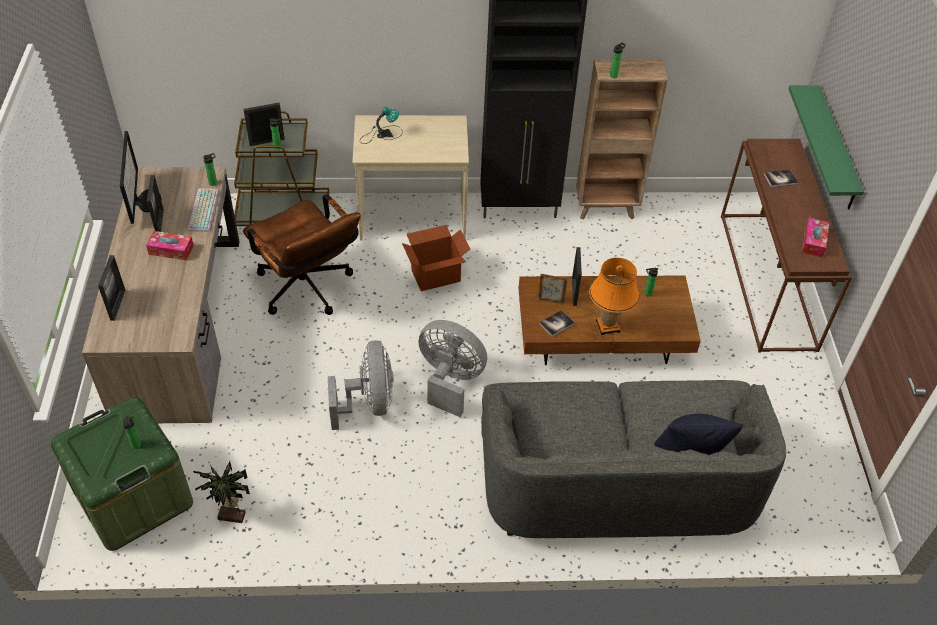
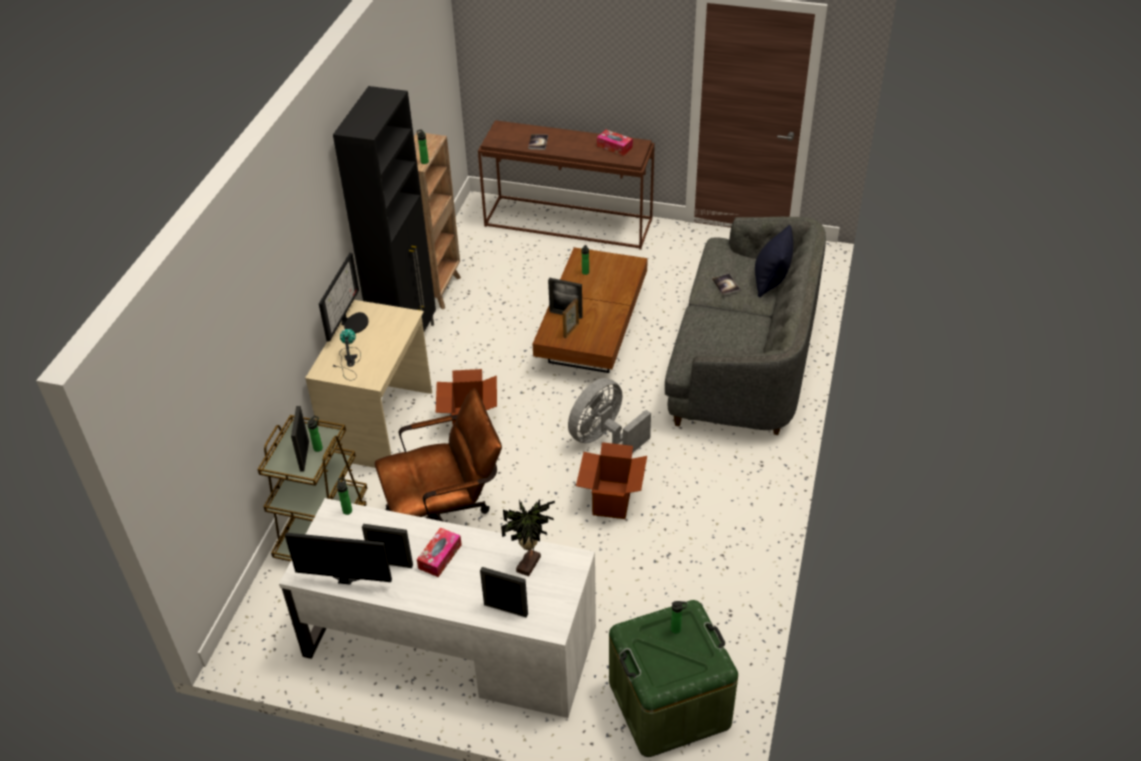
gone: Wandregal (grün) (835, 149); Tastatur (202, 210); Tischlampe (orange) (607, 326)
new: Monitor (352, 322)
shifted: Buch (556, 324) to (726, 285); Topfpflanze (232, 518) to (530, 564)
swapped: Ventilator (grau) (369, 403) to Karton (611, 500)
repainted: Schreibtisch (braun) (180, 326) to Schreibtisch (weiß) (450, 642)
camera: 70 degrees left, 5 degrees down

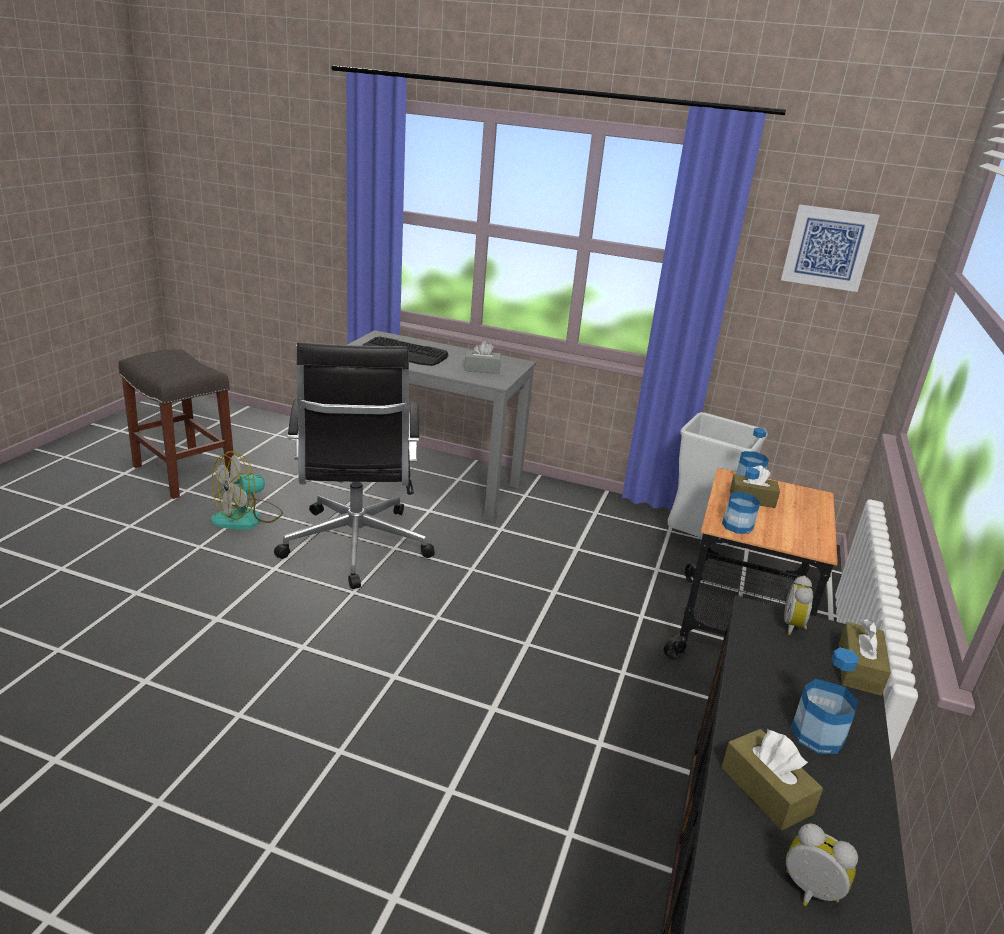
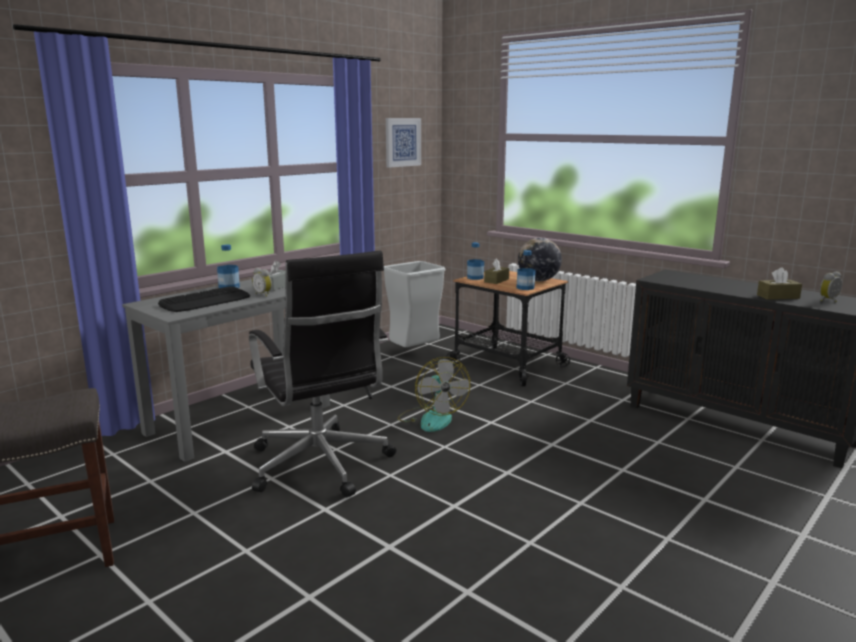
gone: Taschentuchbox (braun) (859, 669)
new: Globus (538, 280)
shifted: Ventilator (247, 518) to (432, 418); Wecker (794, 626) to (263, 294); Flasche (817, 735) to (229, 287)
rotated: Bürostuhl (schwarz) (355, 547) = (321, 465) 45 degrees clockwise
camera: 65 degrees left, 10 degrees down

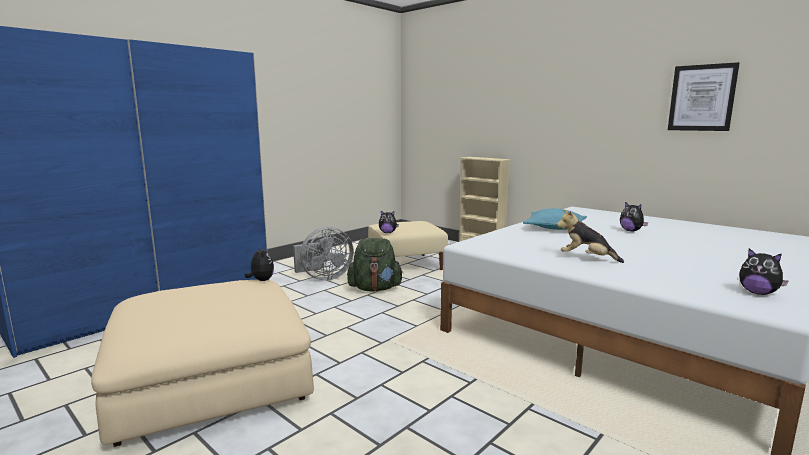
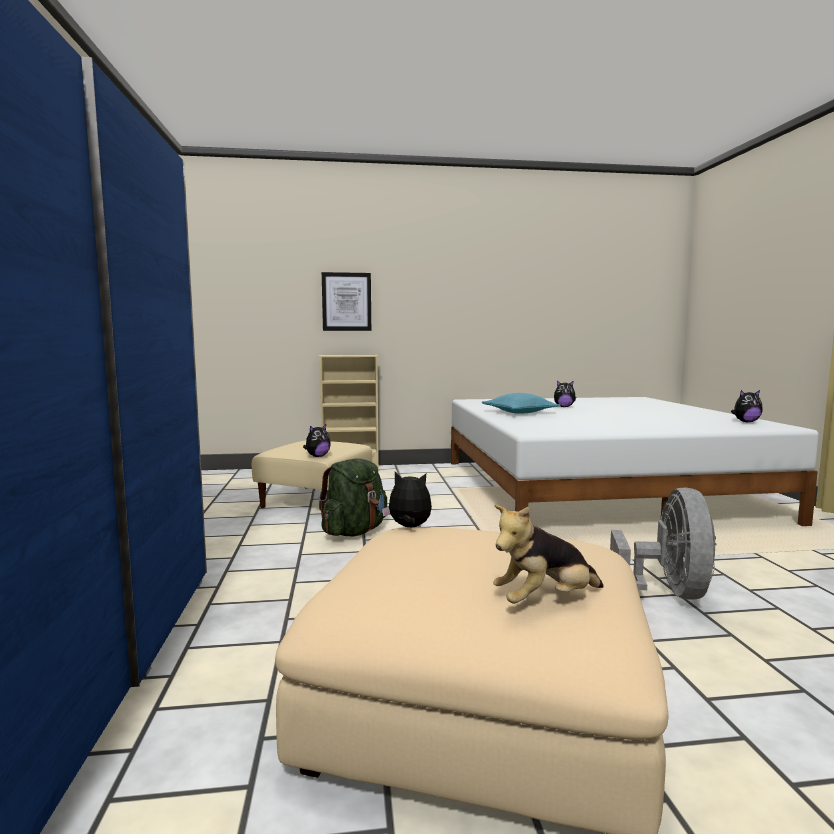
shifted: Bild (702, 98) to (346, 302); Plüschtier (586, 258) to (545, 601); Ventilator (grau) (324, 277) to (667, 594)
camera: 50 degrees left, 5 degrees down

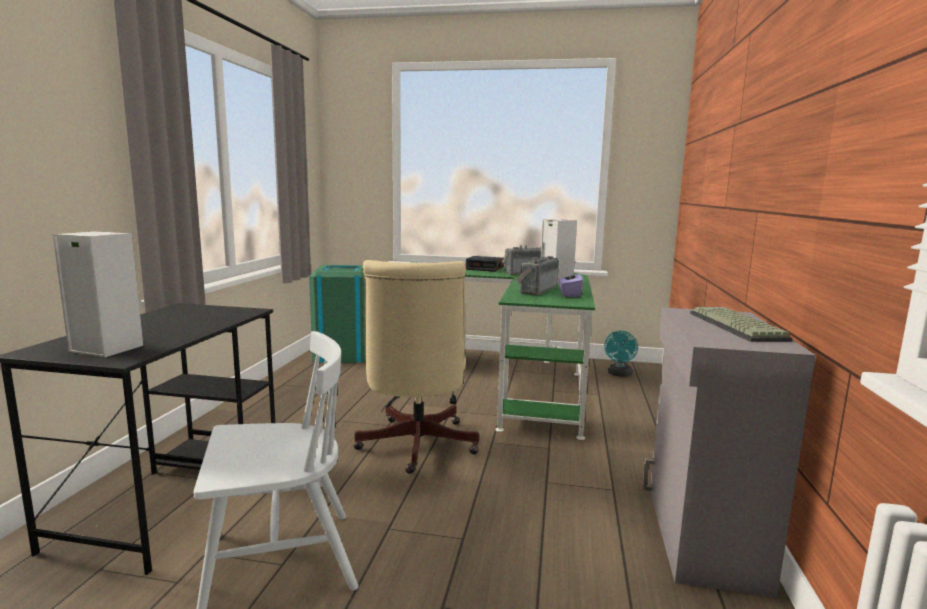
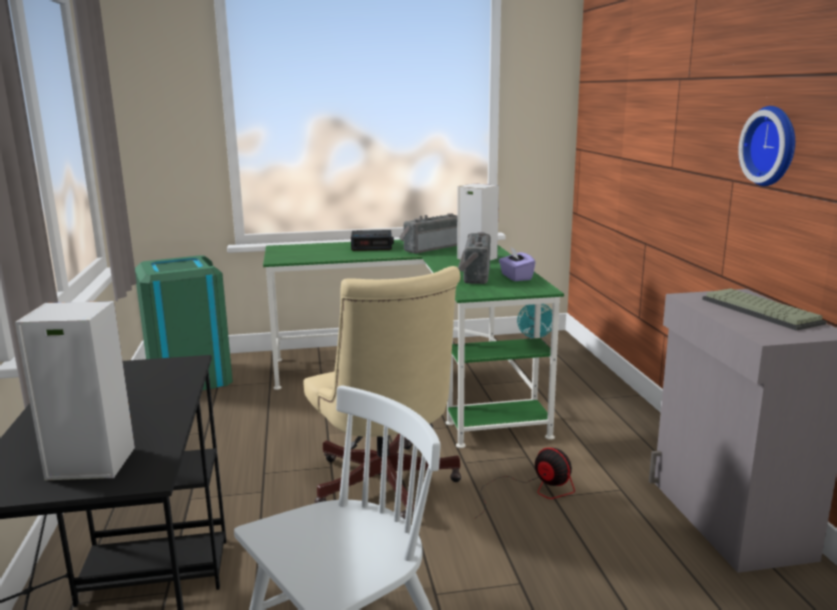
new: Wanduhr (773, 146); Ventilator (531, 491)
camera: 20 degrees left, 5 degrees up

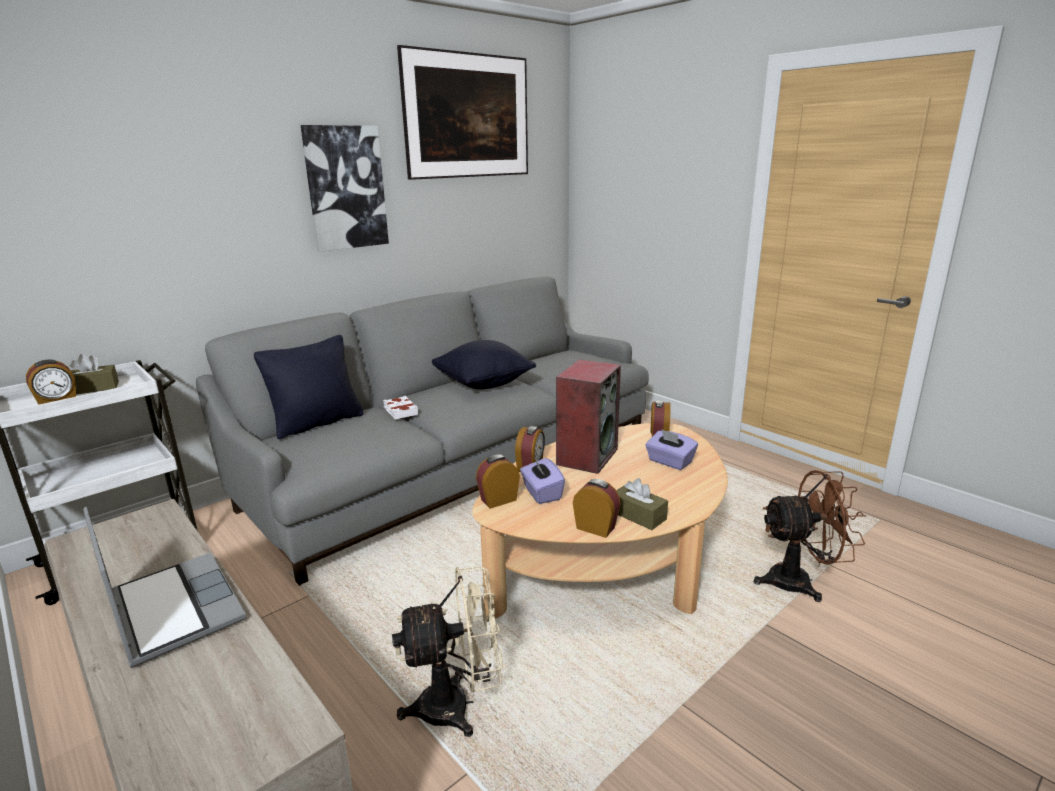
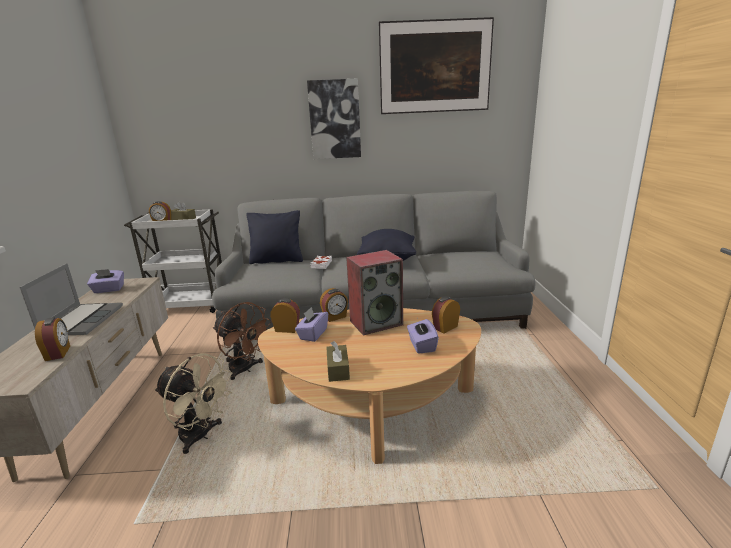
new: Taschentuchbox (lila) (109, 289)
shifted: Ventilator (braun) (800, 581) to (245, 369); Wecker (596, 527) to (58, 353)
camera: 40 degrees right, 0 degrees up

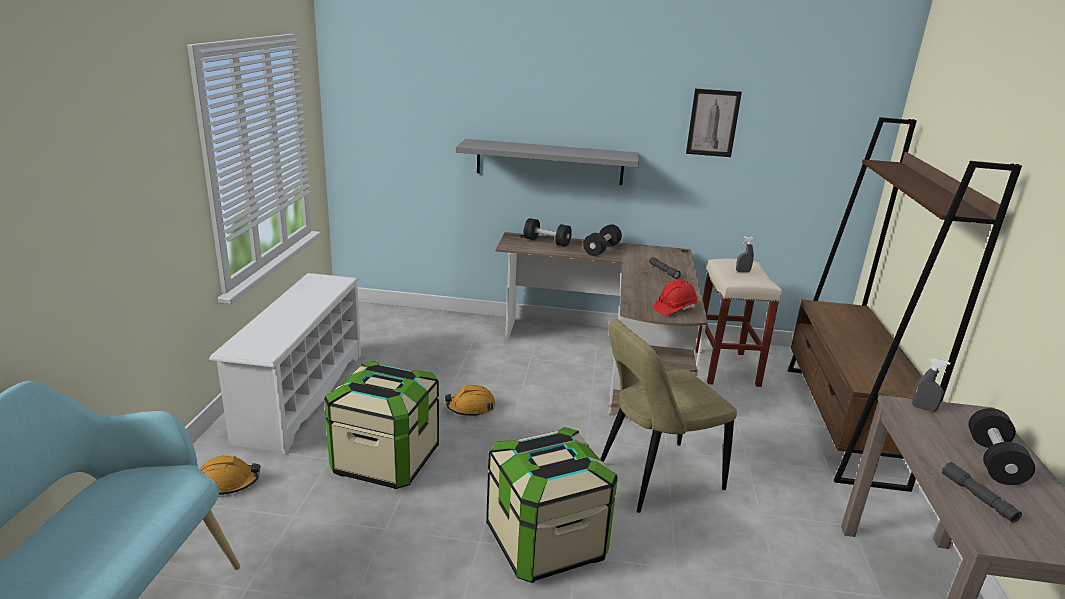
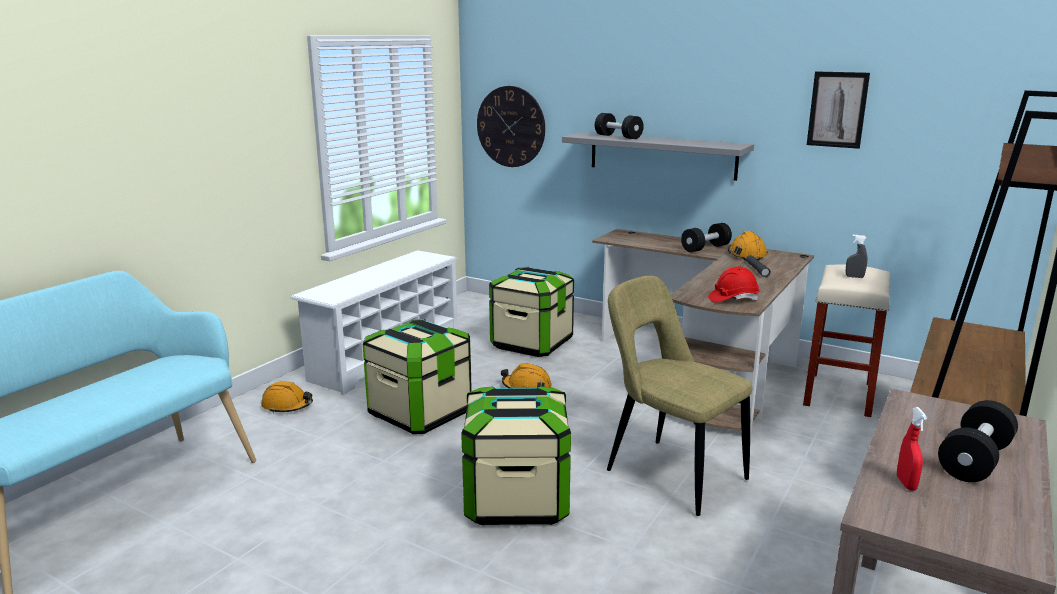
gone: Sprühflasche (grau) (923, 408)
new: Wanduhr (511, 126); Schutzhelm (orange) (746, 255); Aufbewahrungsbox (532, 343)
shifted: Hantel (schwarz) (546, 242) to (618, 137)
swapped: Taschenlampe (grau) (978, 497) to Sprühflasche (rot) (906, 483)
rotated: Stuhl (beige) (654, 478) = (670, 473) 45 degrees clockwise
camera: 25 degrees right, 5 degrees down

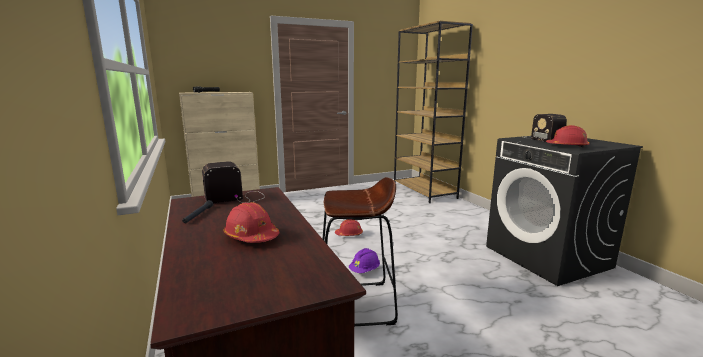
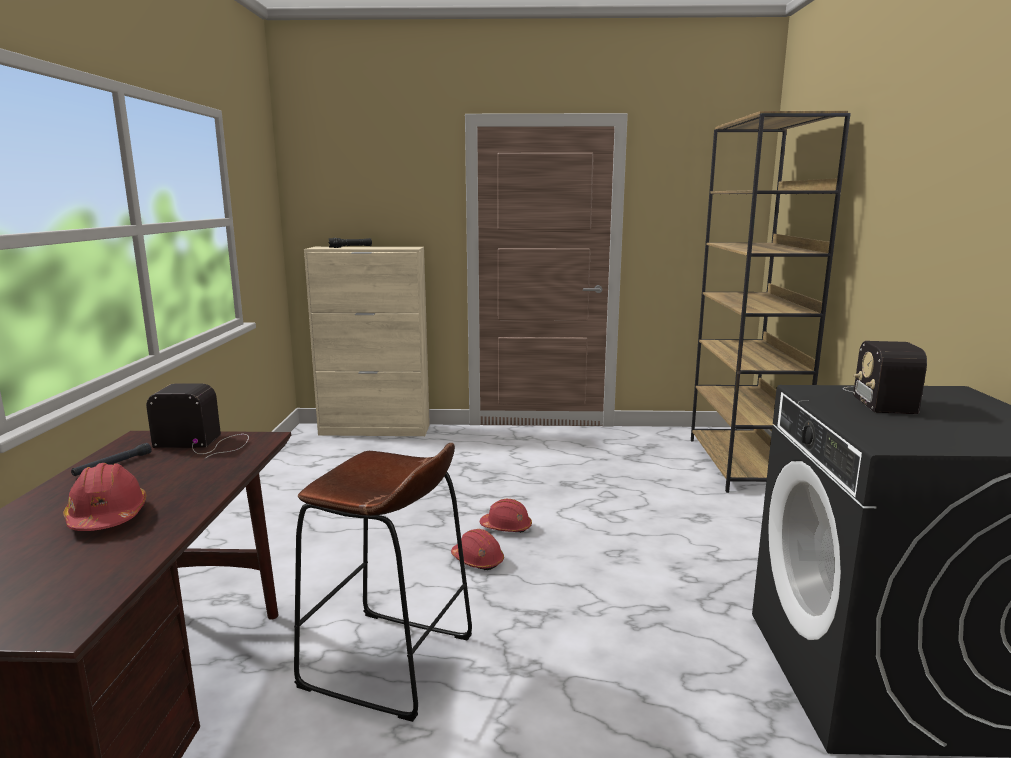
gone: Schutzhelm (lila) (364, 271)
shifted: Schutzhelm (rot) (567, 146) to (477, 560)
camera: 25 degrees right, 0 degrees up

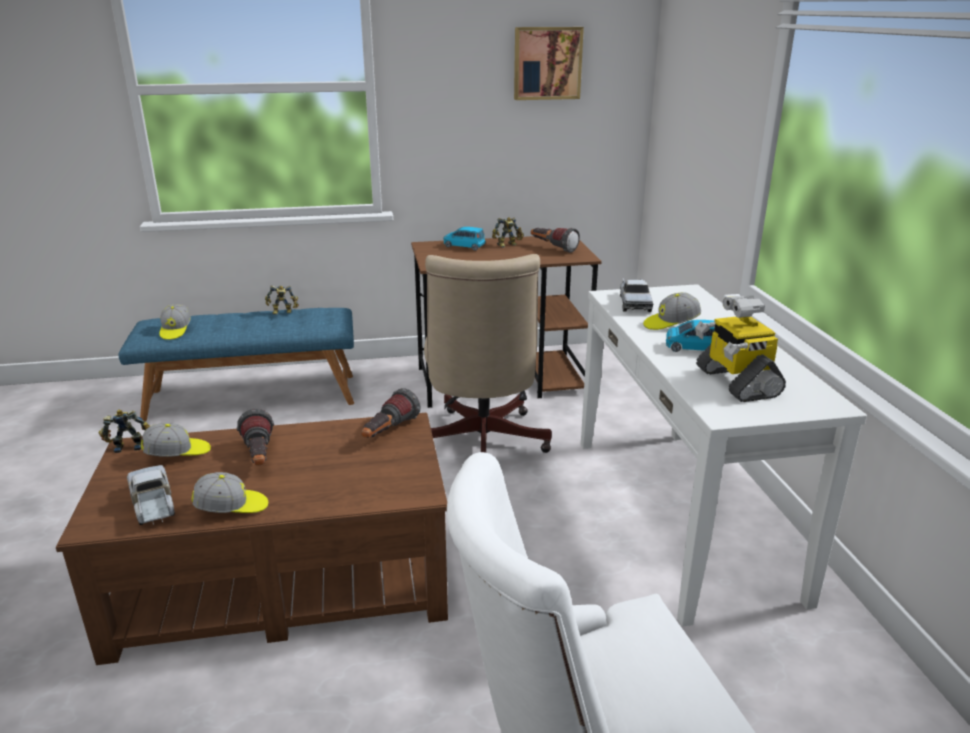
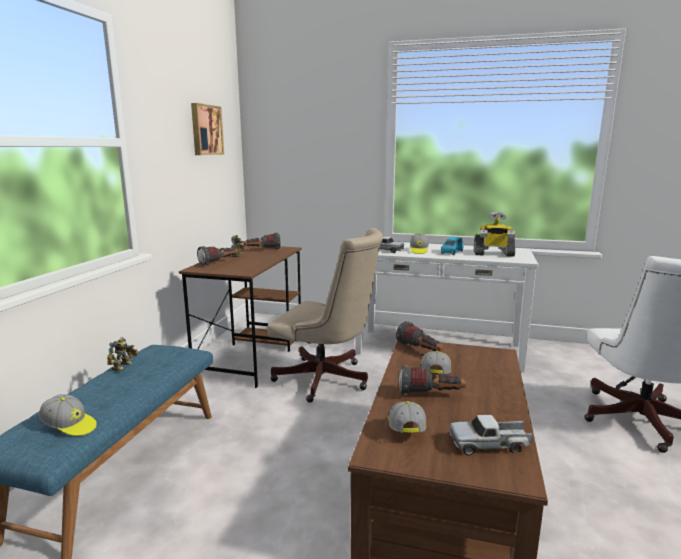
gone: Spielzeugroboter (129, 446)
shifted: Kappe (232, 508) to (435, 374)
swapped: Spielzeugauto (blau) (464, 246) to Taschenlampe (219, 262)
camera: 65 degrees left, 10 degrees down

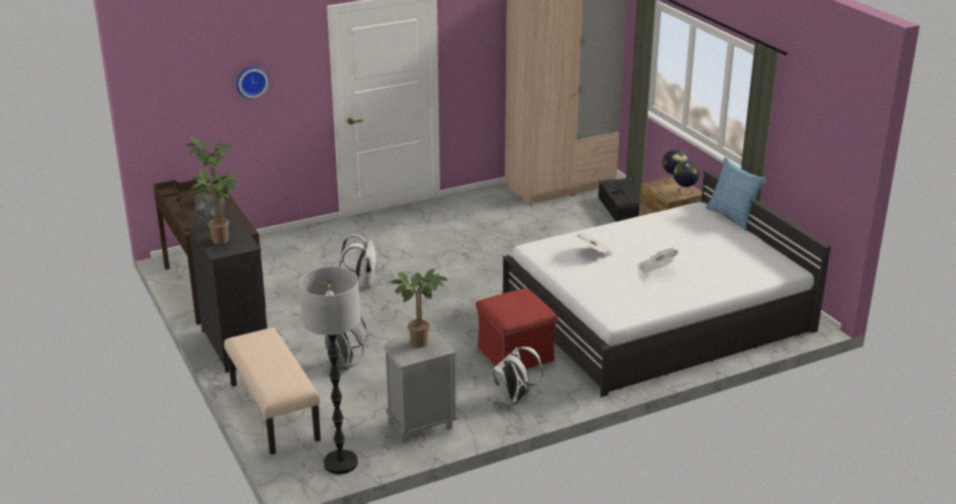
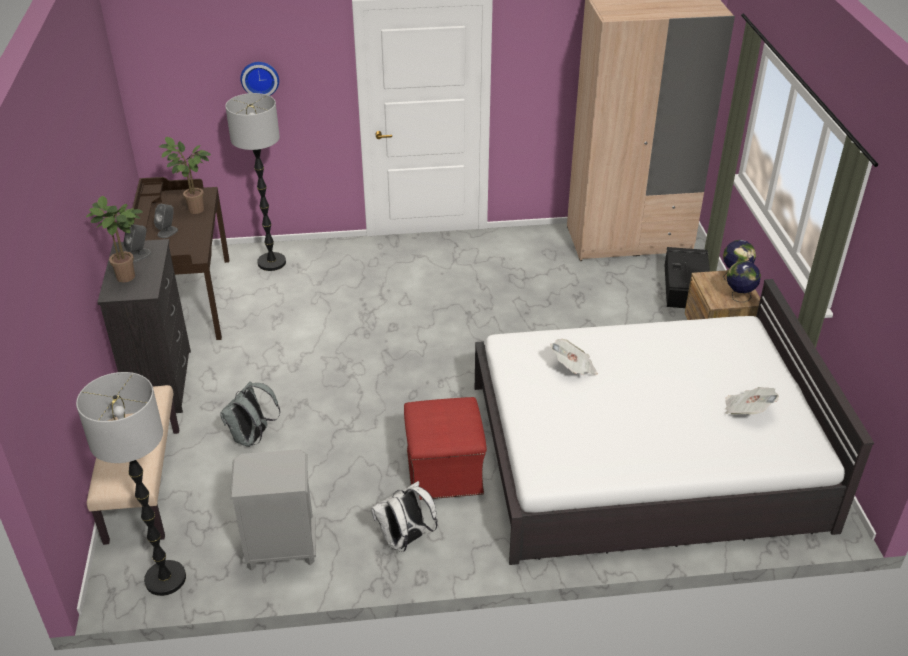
gone: Kissen (732, 217); Rucksack (weiß) (362, 284); Topfpflanze (421, 342)
new: Stehlampe (271, 262)
shifted: Zeitung (656, 269) to (747, 410)
camera: 20 degrees right, 10 degrees up

